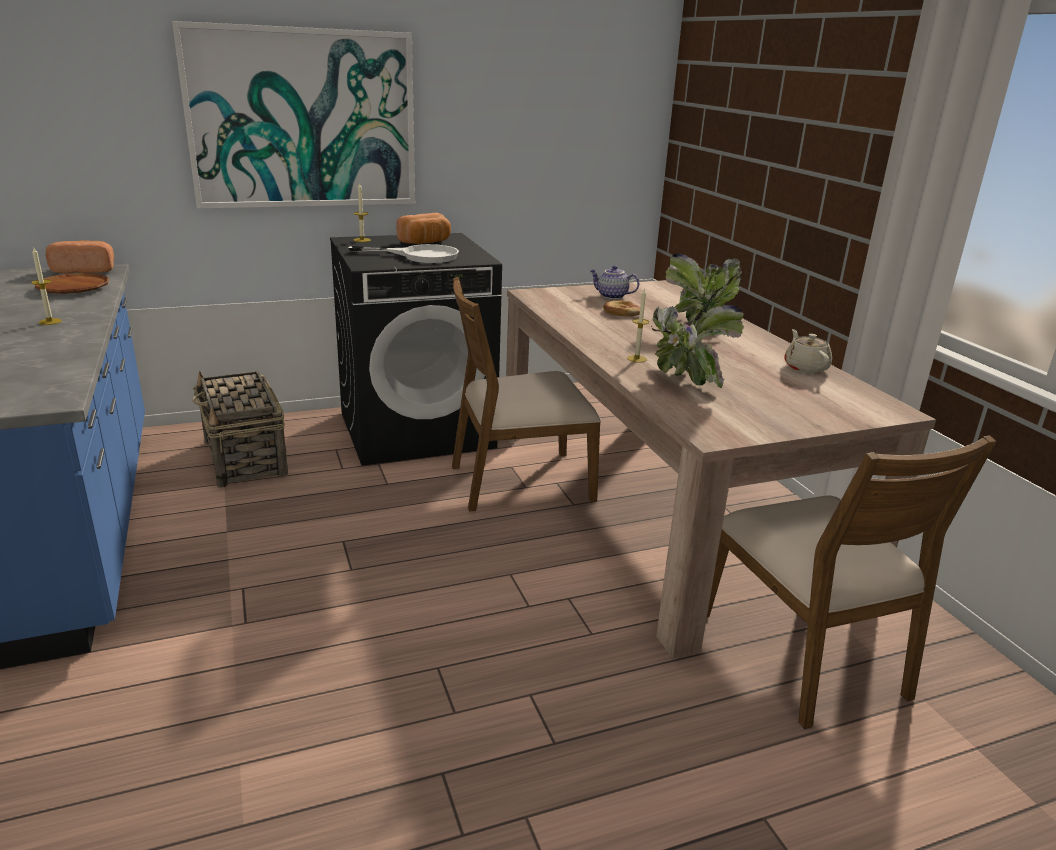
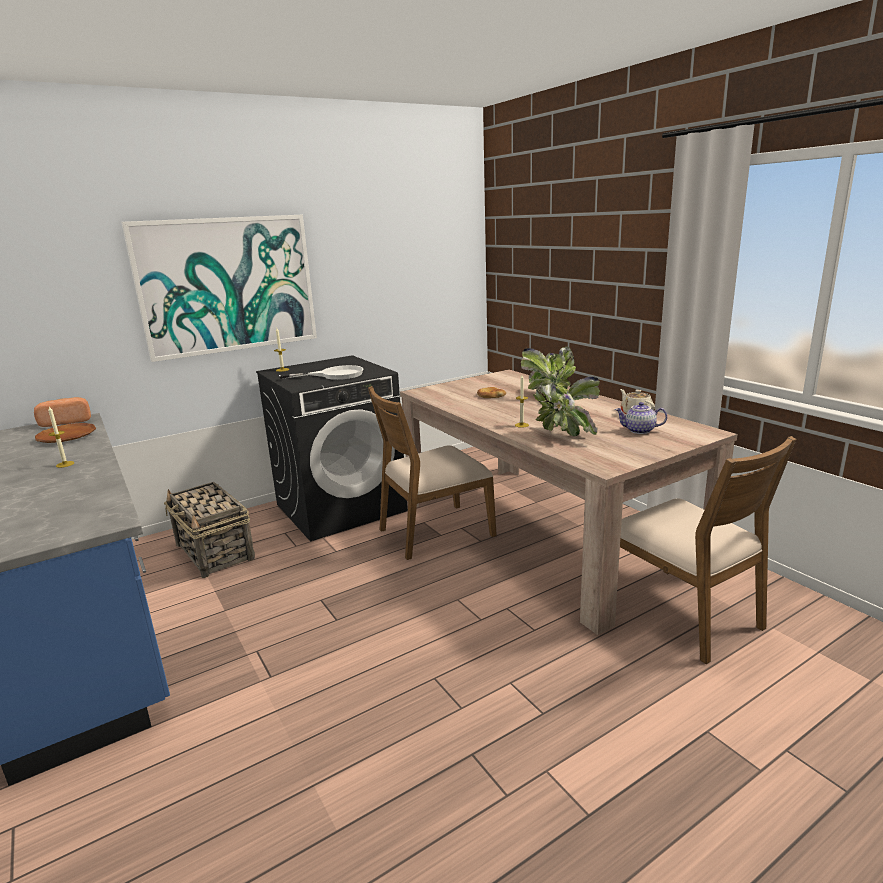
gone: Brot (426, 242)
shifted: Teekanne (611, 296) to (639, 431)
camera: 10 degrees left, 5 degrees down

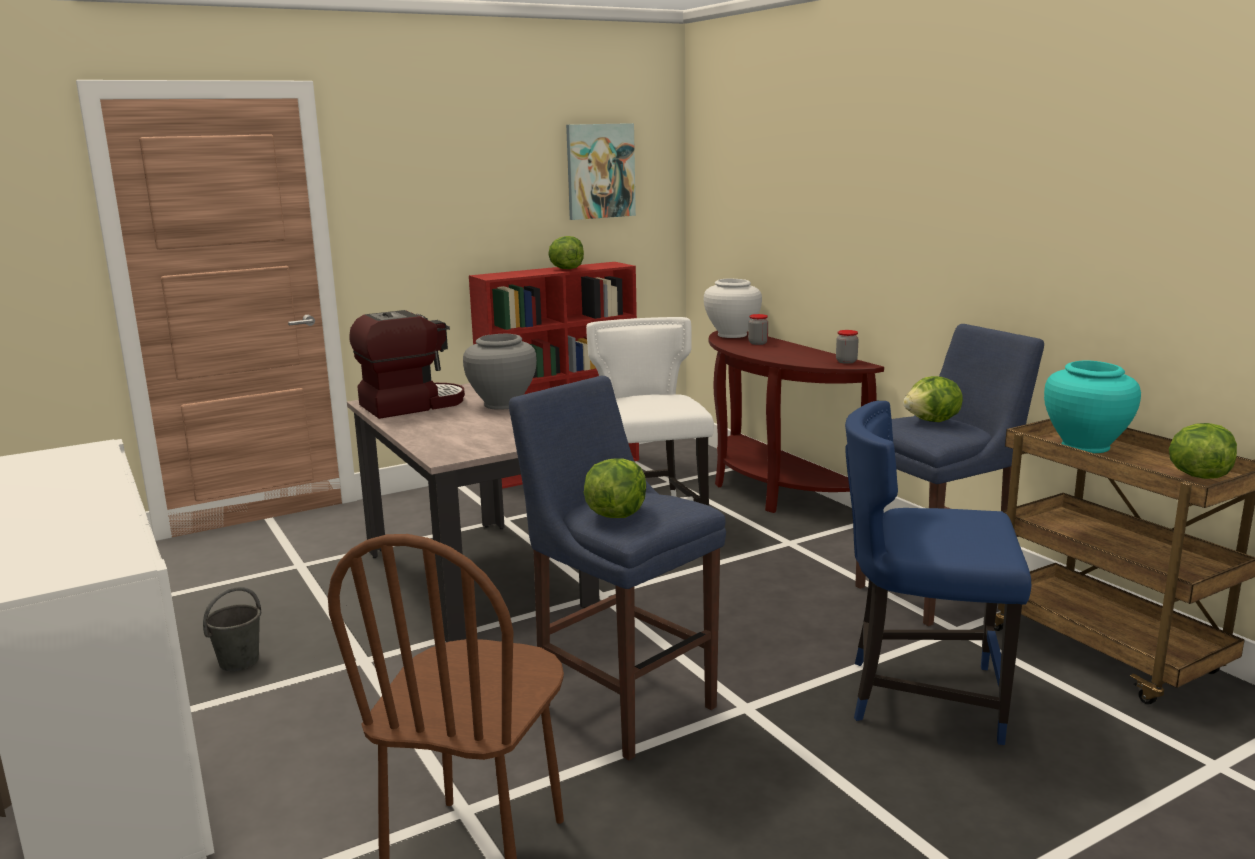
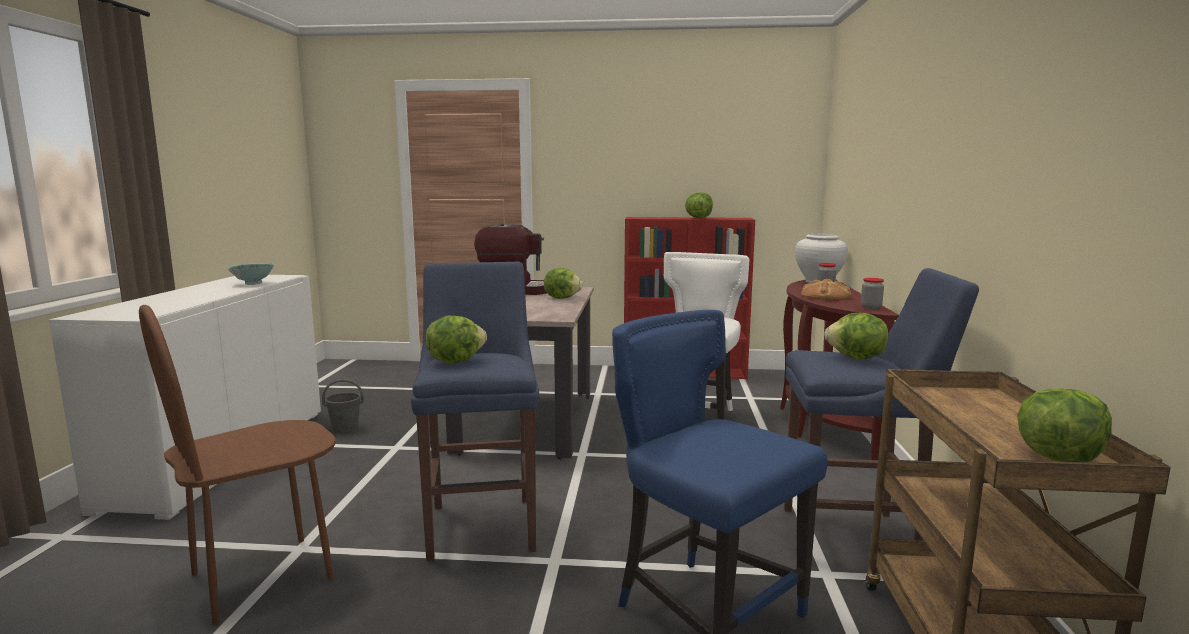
gone: Bild (600, 171); Vase (türkis) (1085, 446)
new: Schüssel (253, 283); Brot (825, 296)
swapped: Vase (grau) (502, 404) to Salatkopf (562, 298)
camera: 35 degrees right, 5 degrees down

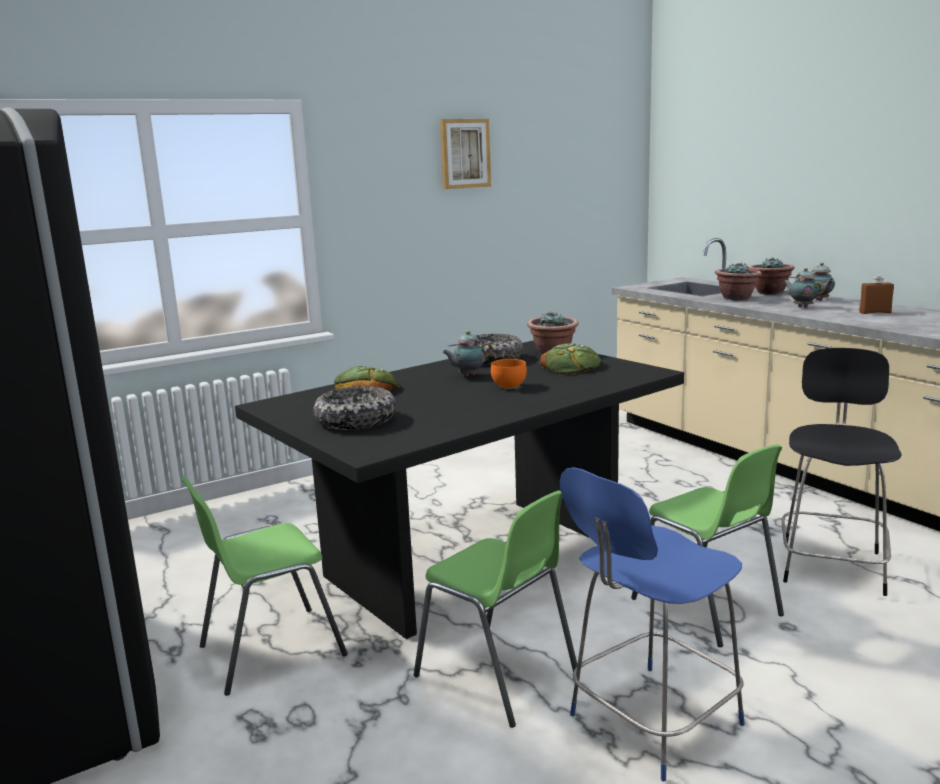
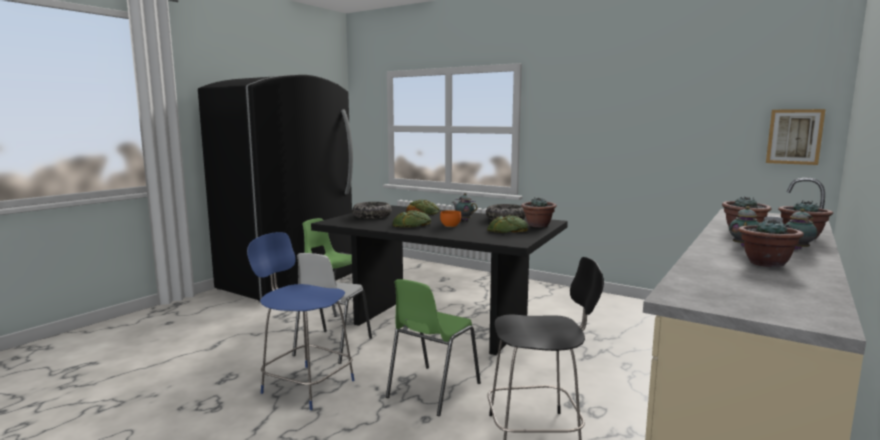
new: Brot (412, 224)
shifted: Bild (464, 153) to (794, 136)
swapped: Flasche (braun) (875, 313) to Topfpflanze (766, 263)
repainted: Stuhl (grün) (498, 676) to Stuhl (weiß) (332, 347)
camera: 65 degrees right, 5 degrees down

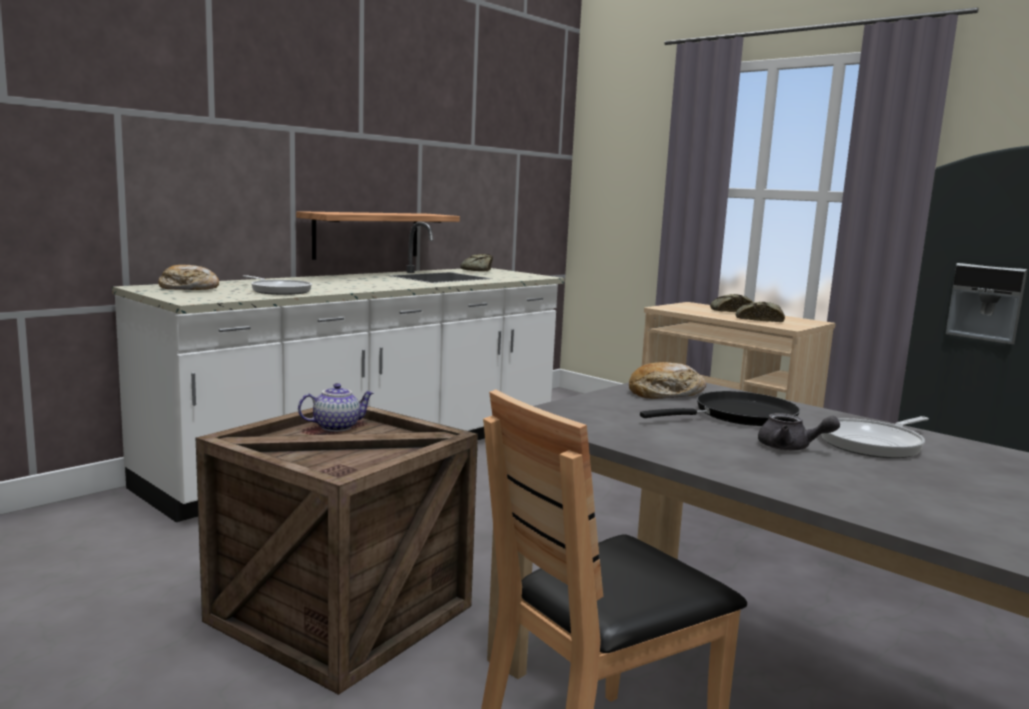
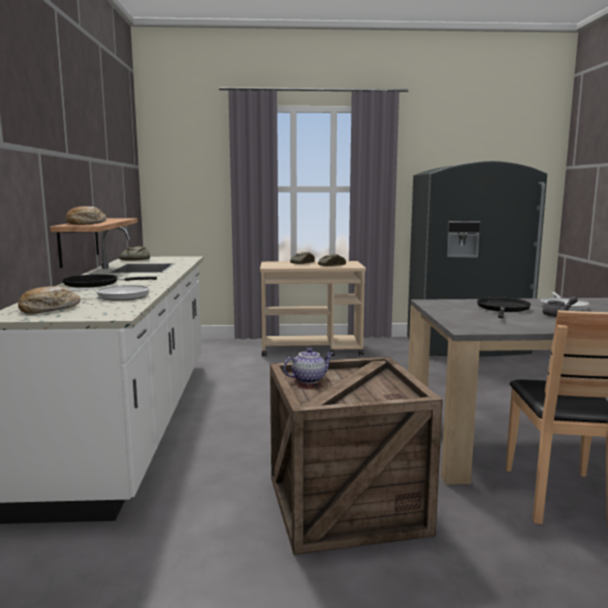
new: Pfanne (schwarz) (95, 284)
shifted: Brot (665, 393) to (87, 223)
rotated: Teekanne (336, 427) = (308, 379) 45 degrees clockwise
camera: 45 degrees left, 0 degrees up

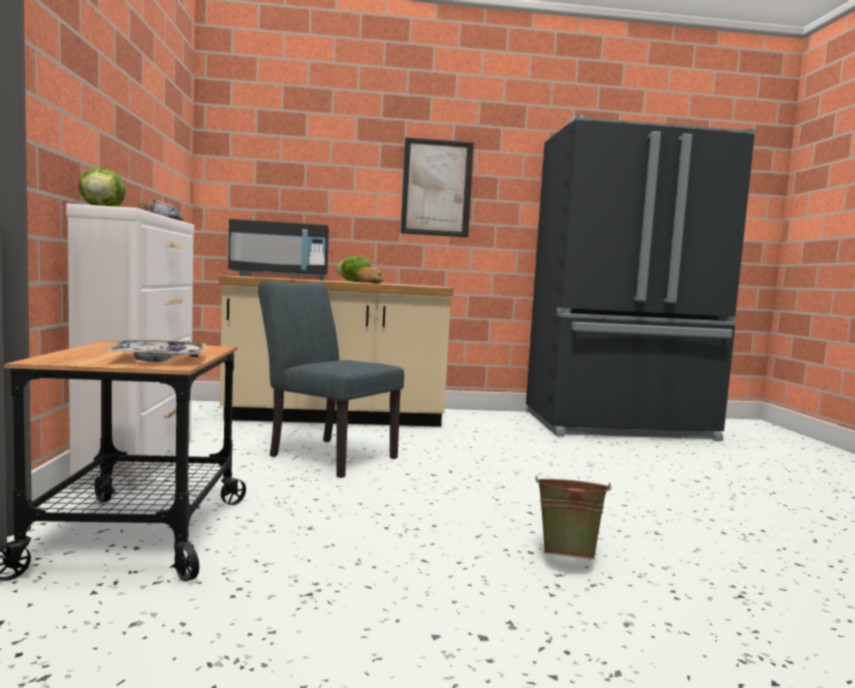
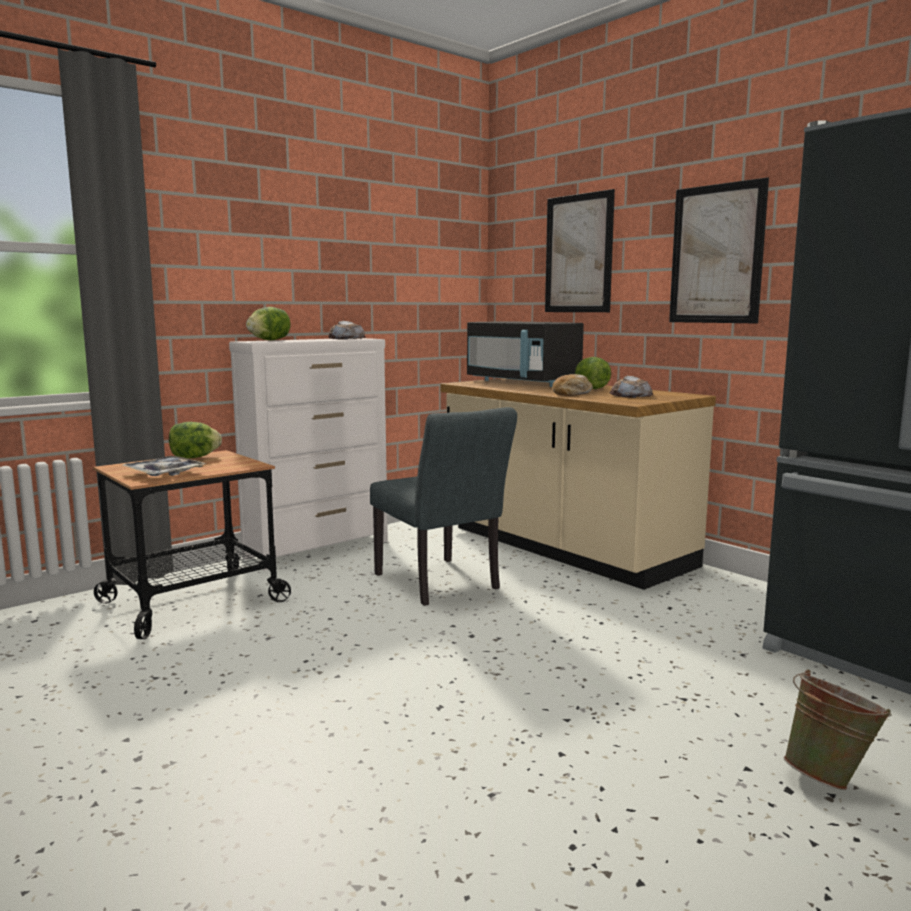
new: Bild (578, 254); Brot (630, 395); Salatkopf (194, 458)
shifted: Eimer (grün) (568, 556) to (830, 777)
rotated: Stuhl (grau) (326, 455) = (441, 584) 150 degrees clockwise
camera: 55 degrees right, 5 degrees up

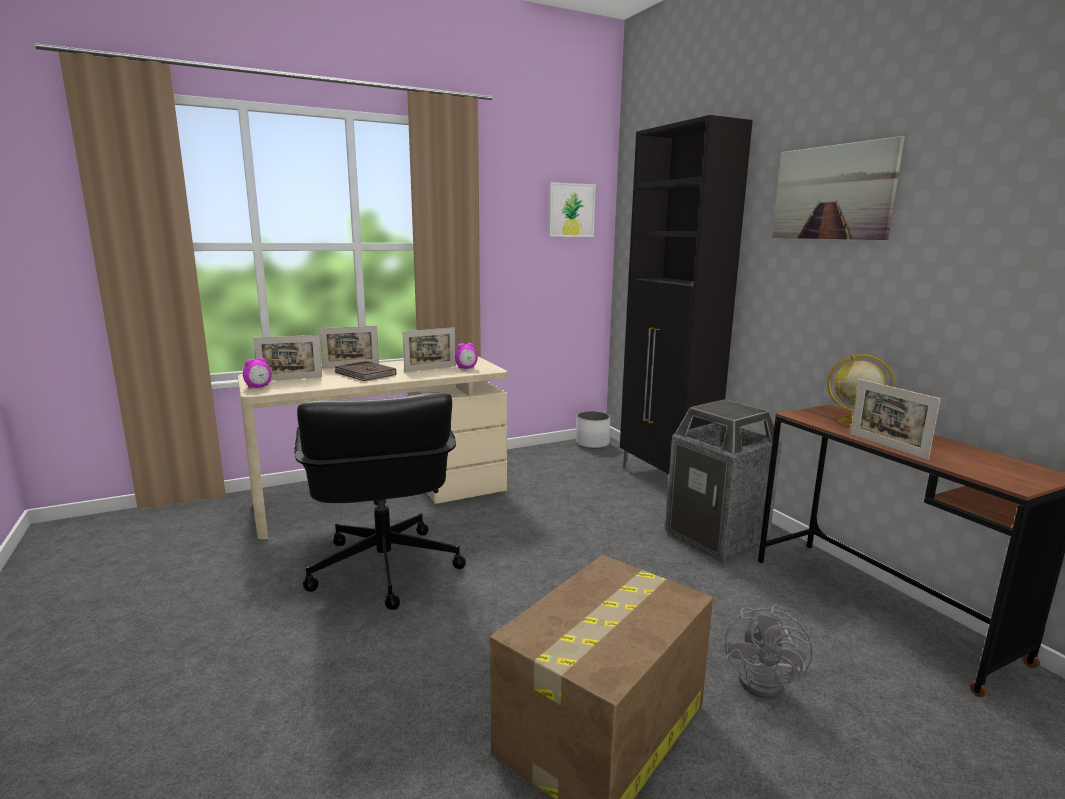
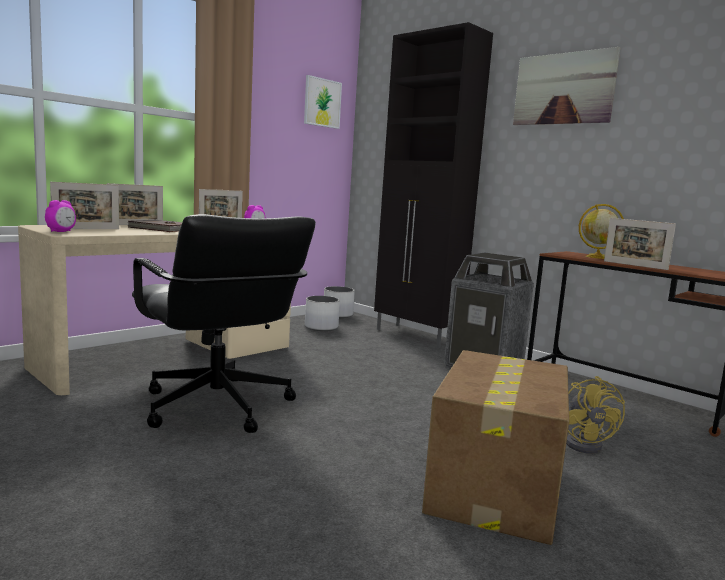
new: Pflanzkübel (weiß) (321, 327)
repainted: Ventilator (grau) (768, 681) to Ventilator (gelb) (586, 444)
camera: 20 degrees left, 5 degrees down

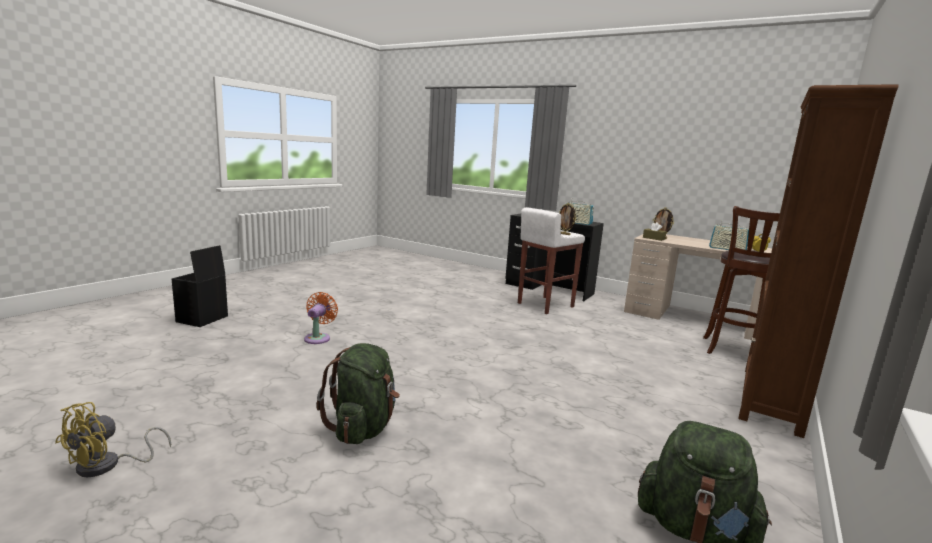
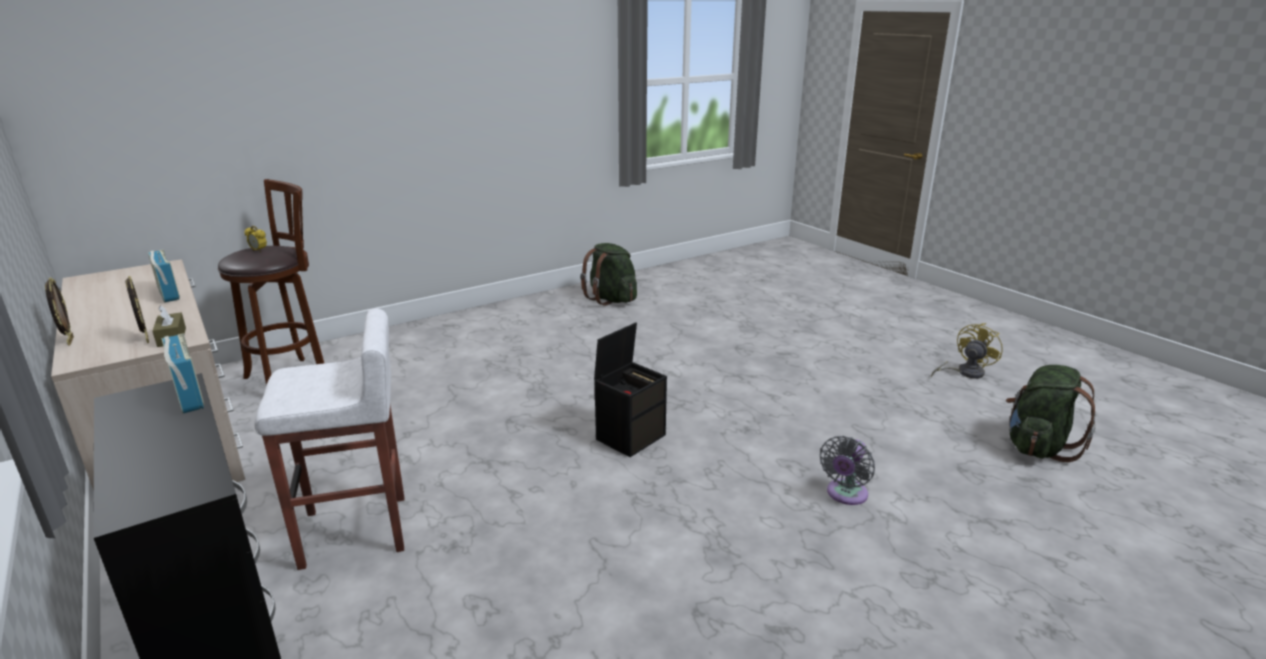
gone: Bücherregal (braun) (770, 399)
shifted: Bilderrahmen (565, 234) to (69, 341); Aufbewahrungsbox (schwarz) (202, 319) to (631, 436); Rucksack (grün) (363, 427) to (1037, 447)
repainted: Ventilator (orange) (318, 338) to Ventilator (grau) (845, 495)
camera: 155 degrees left, 10 degrees up

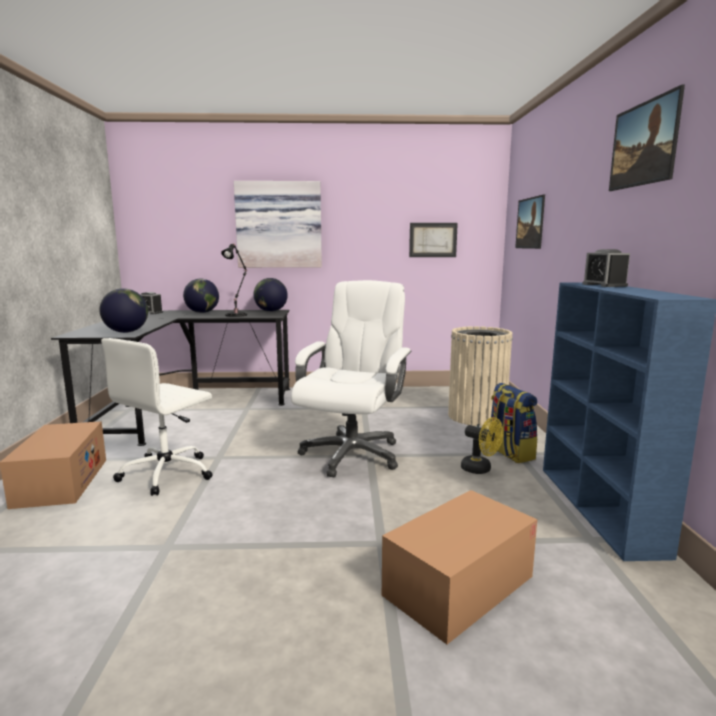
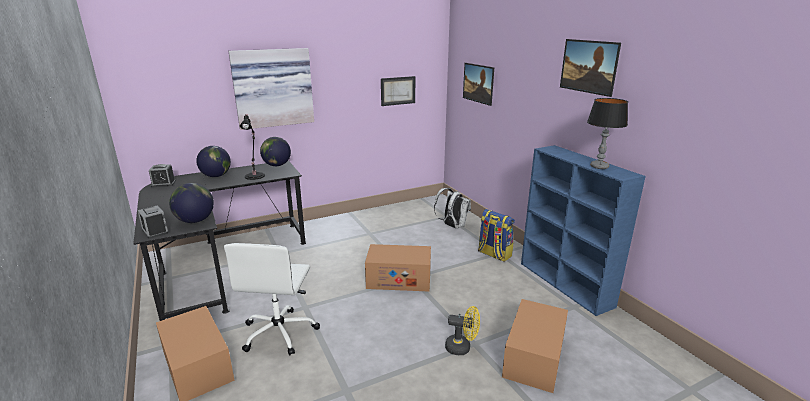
new: Tischlampe (599, 166)
shifted: Wecker (604, 285) to (155, 231); Ventilator (gelb) (480, 469) to (462, 348)
swapped: Bürostuhl (weiß) (352, 454) to Karton (399, 279); Mülleimer (beige) (476, 416) to Rucksack (weiß) (452, 226)
camera: 25 degrees left, 10 degrees up

